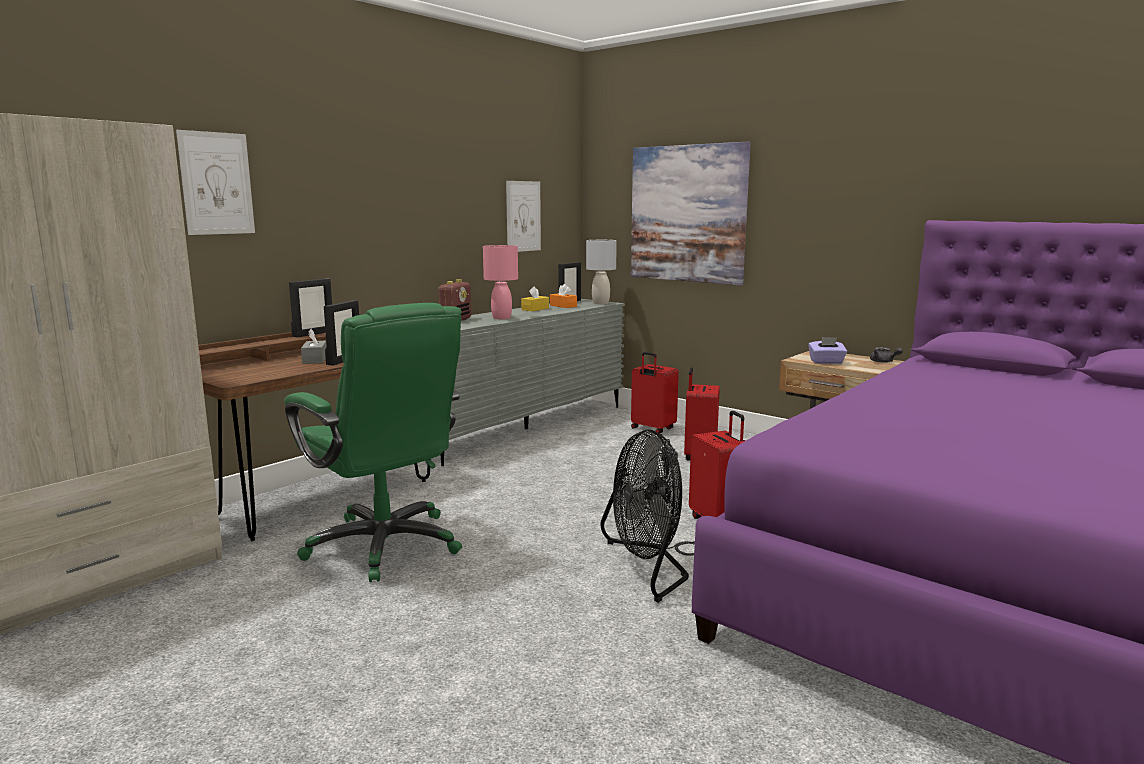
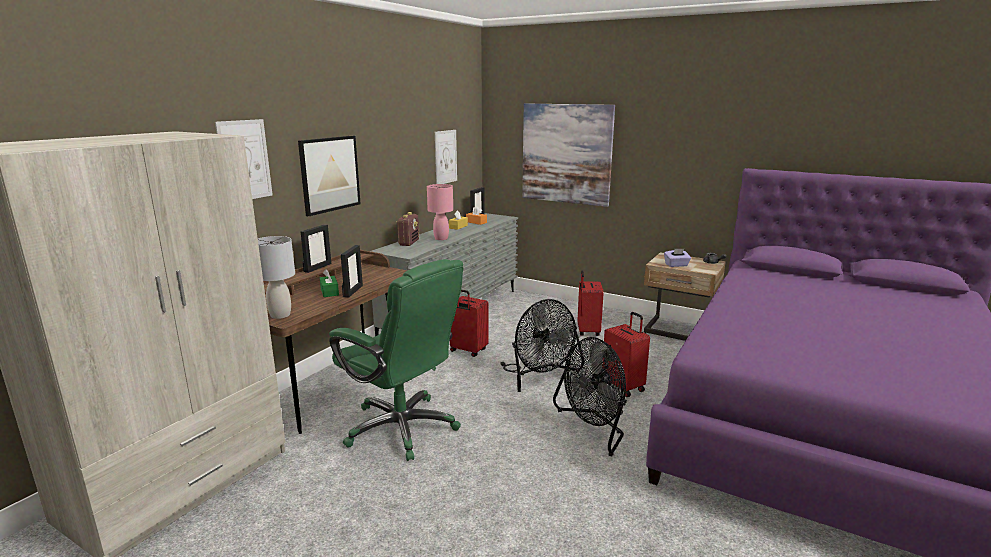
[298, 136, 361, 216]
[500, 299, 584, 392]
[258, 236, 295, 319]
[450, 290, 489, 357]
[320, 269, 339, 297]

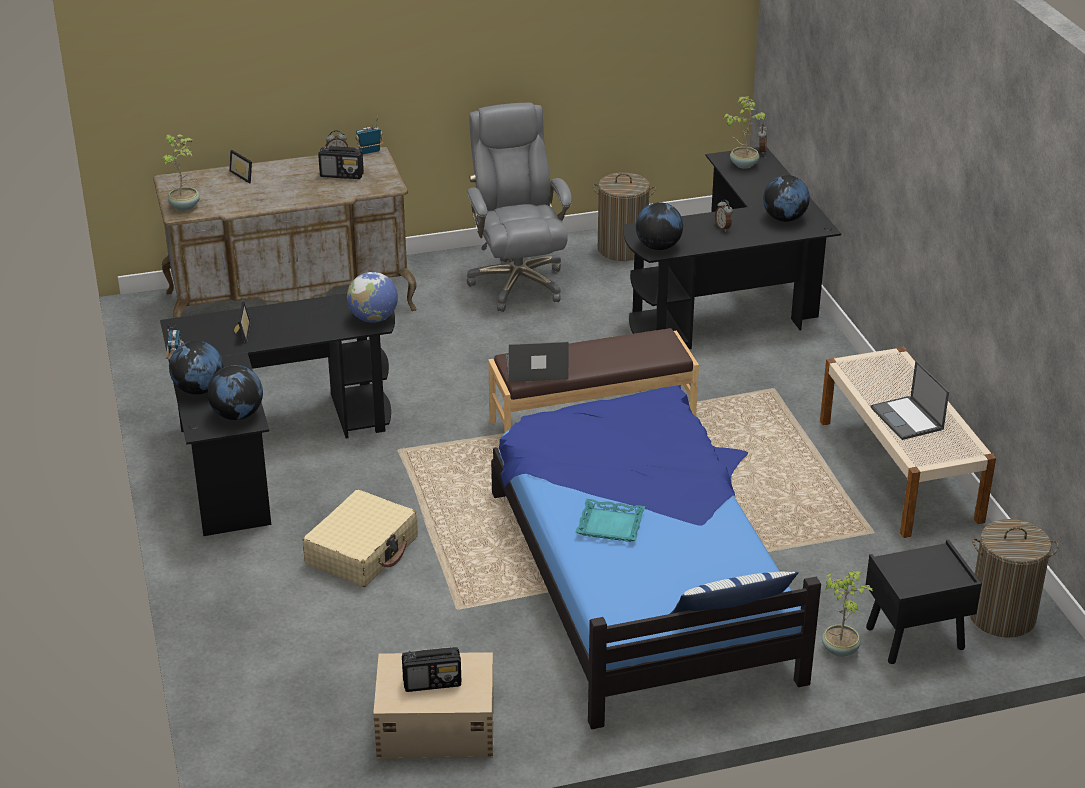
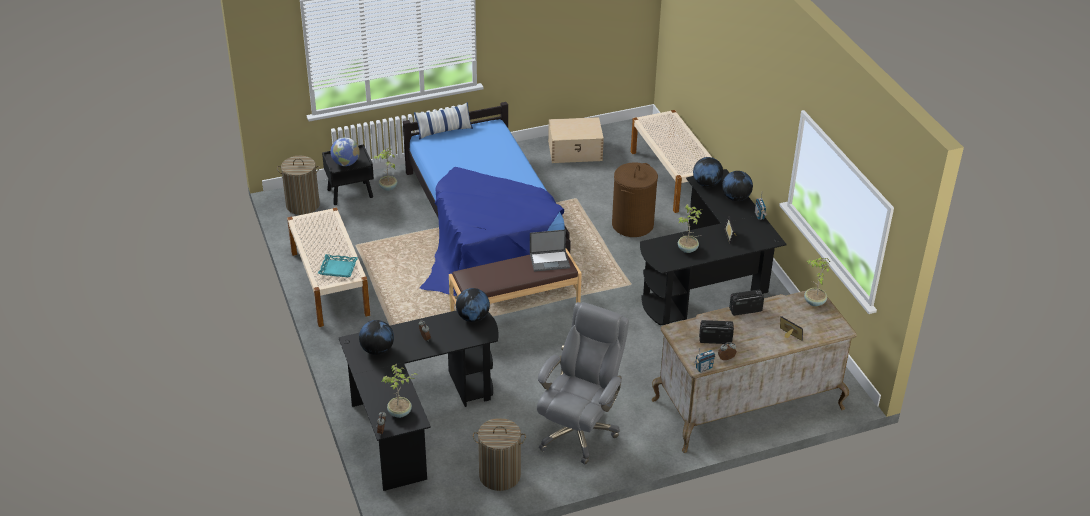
[870, 361, 949, 440] (first image)
[631, 110, 712, 213]
[678, 204, 702, 253]
[331, 137, 360, 166]
[729, 290, 764, 316]
[318, 254, 358, 277]
[612, 162, 658, 237]
[537, 302, 629, 465]

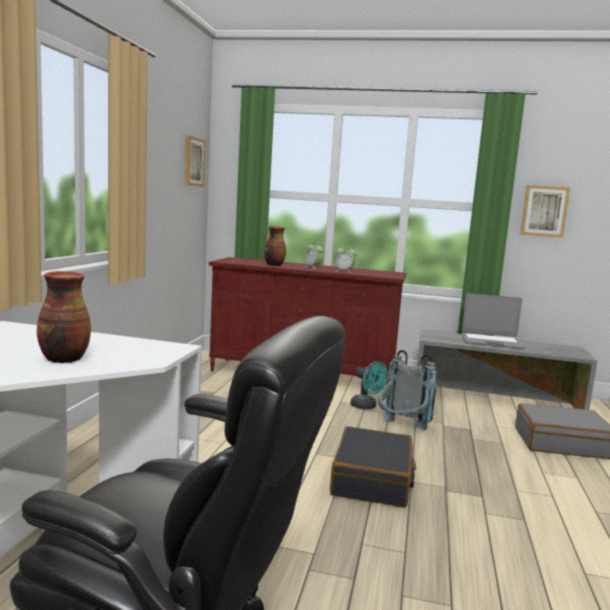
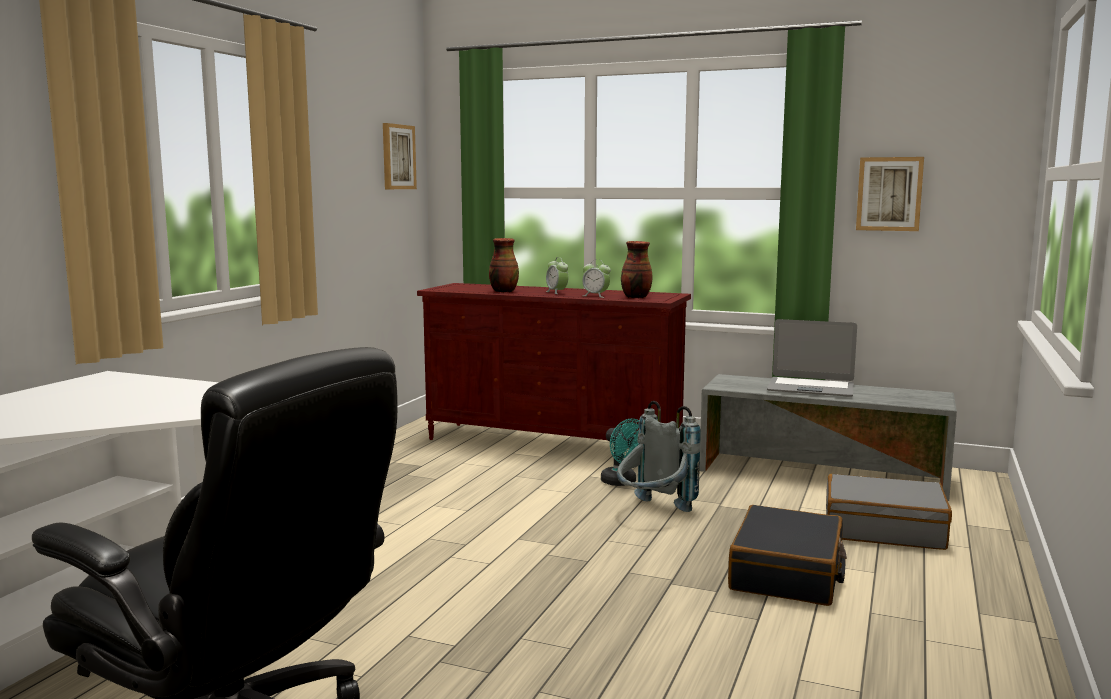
[621, 241, 652, 298]
[728, 505, 847, 606]

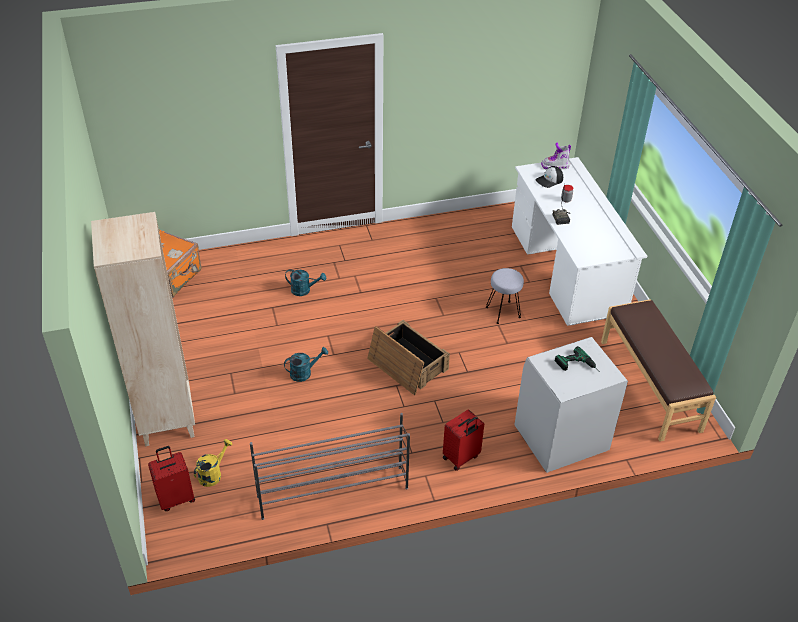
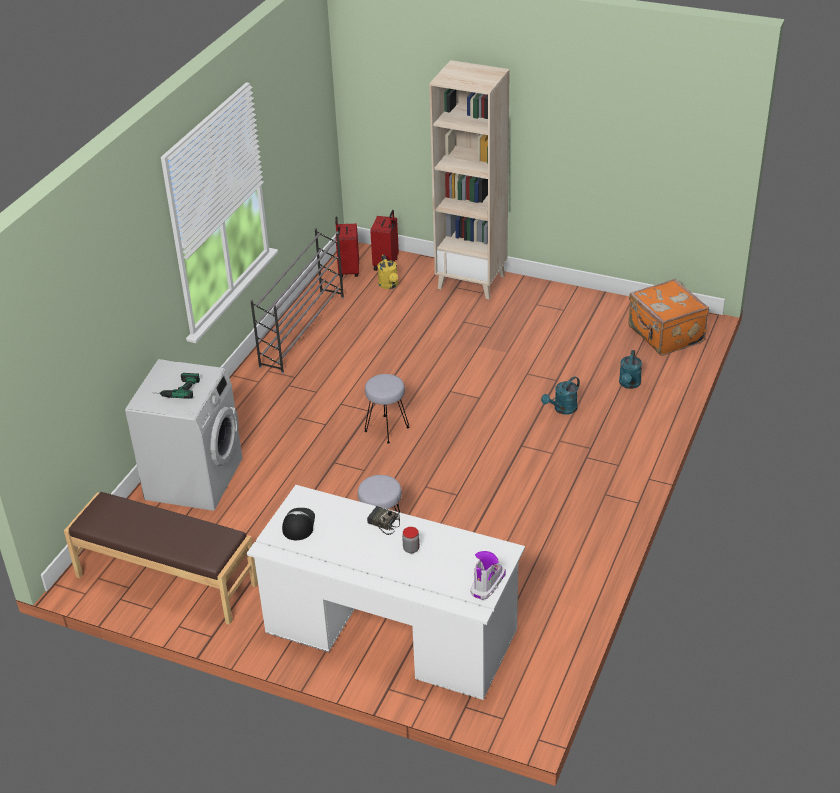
[619, 350, 642, 389]
[335, 216, 359, 277]
[282, 508, 315, 540]
[364, 374, 409, 444]

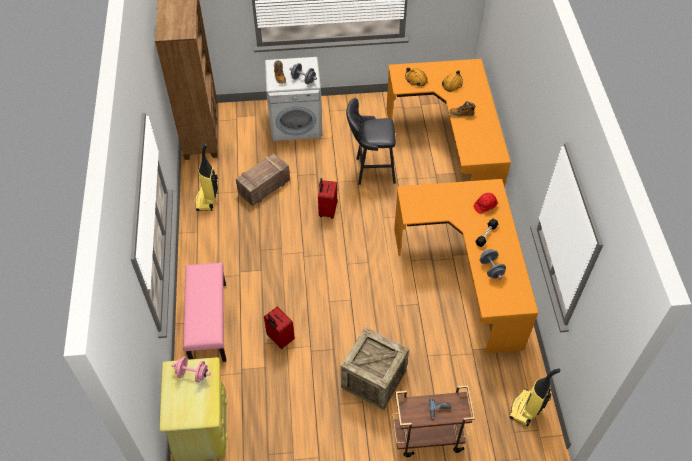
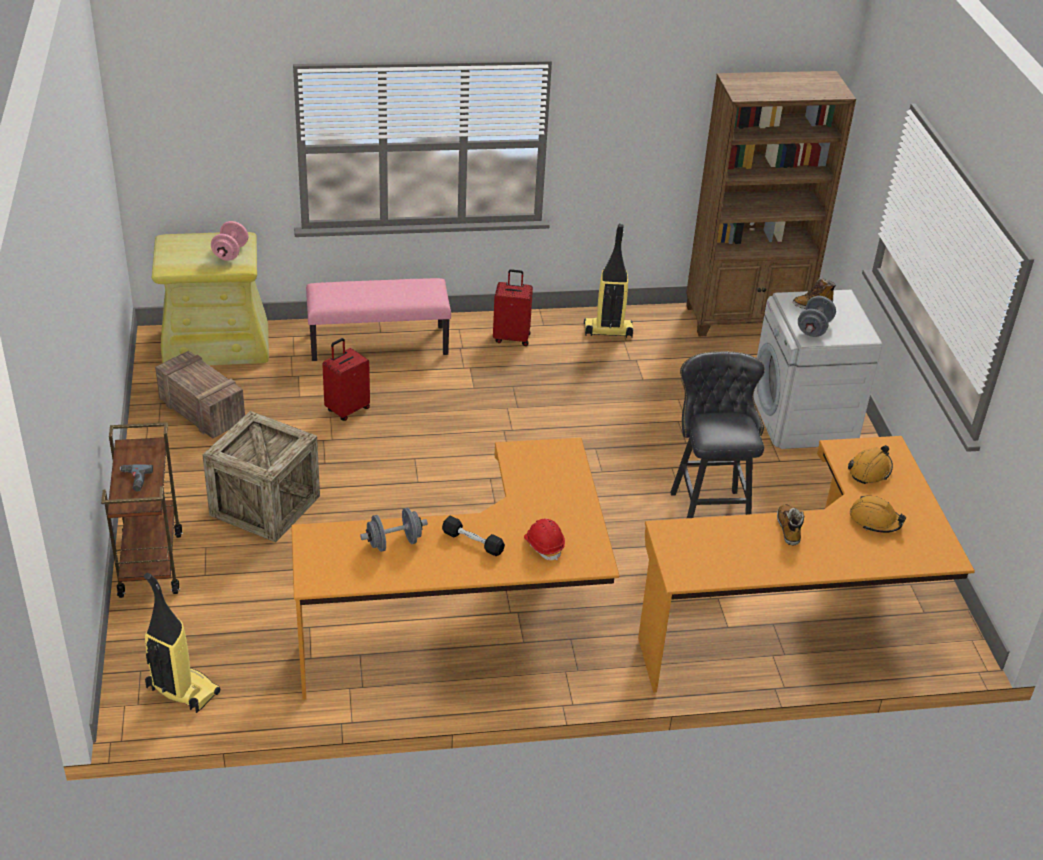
[155, 351, 245, 439]
[493, 269, 533, 346]

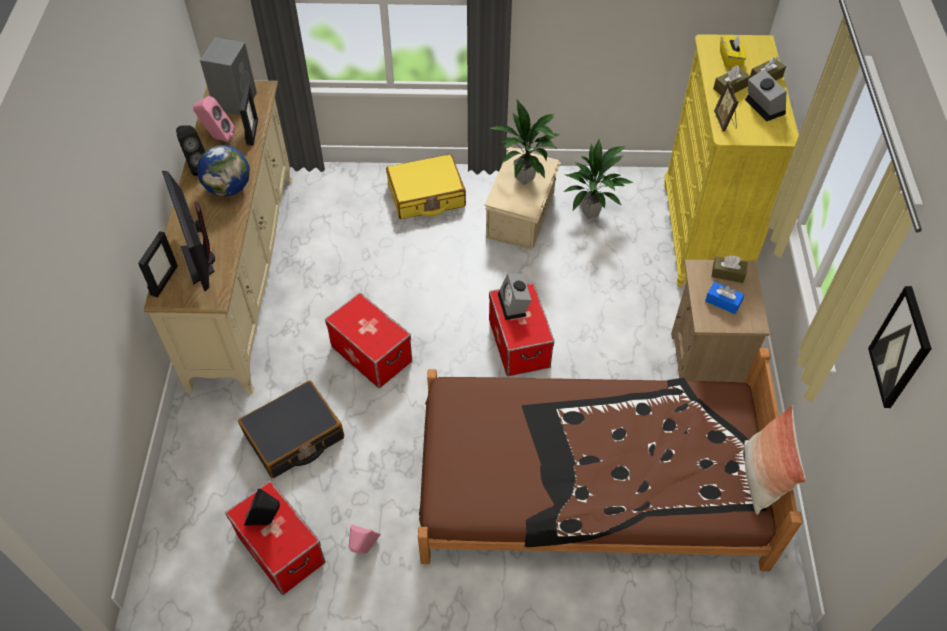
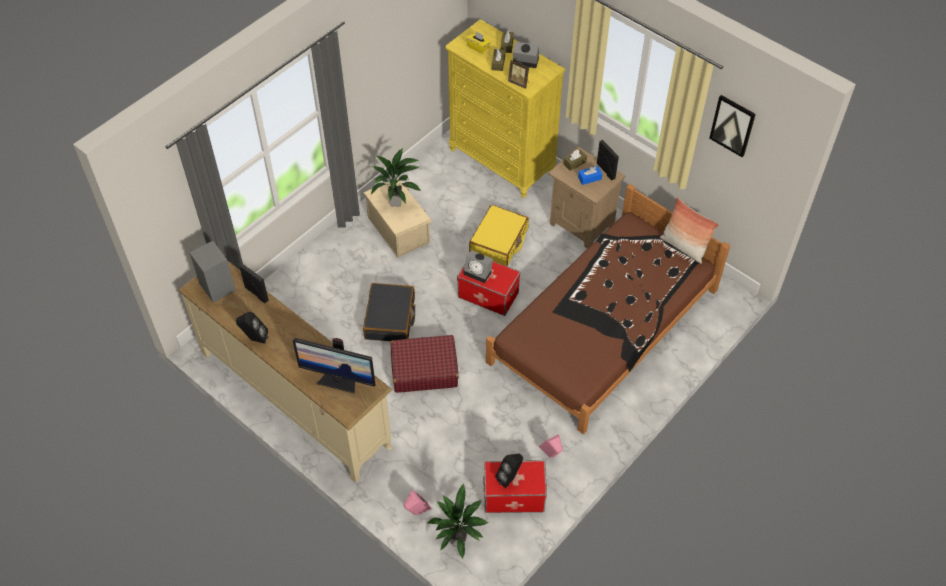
[197, 145, 250, 196] (first image)
[597, 140, 619, 181]
[404, 491, 432, 515]
[363, 283, 415, 341]
[469, 205, 529, 266]
[427, 483, 488, 560]
[390, 335, 458, 393]

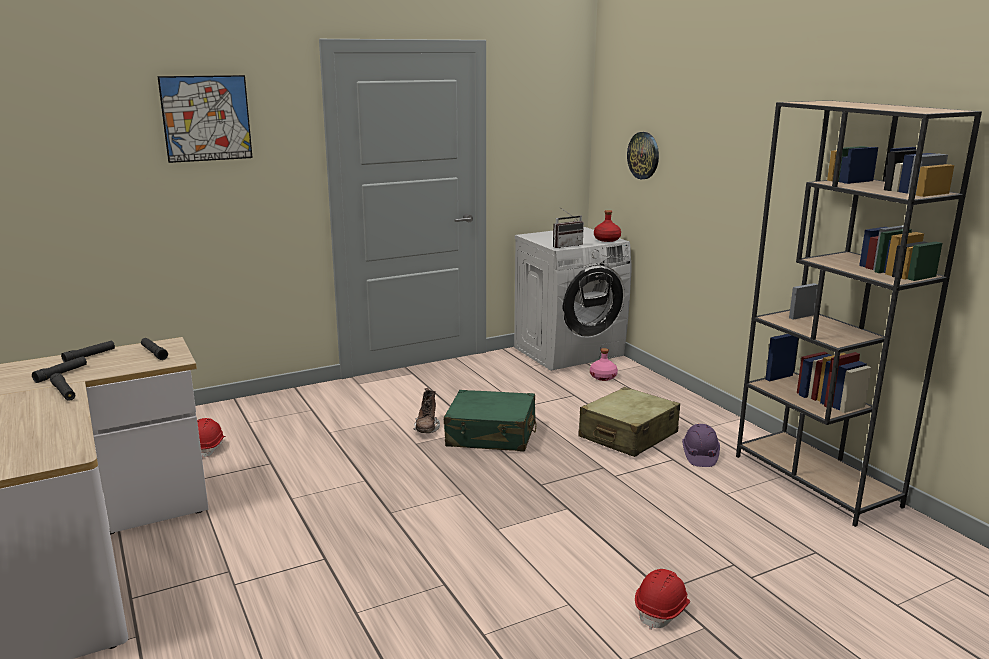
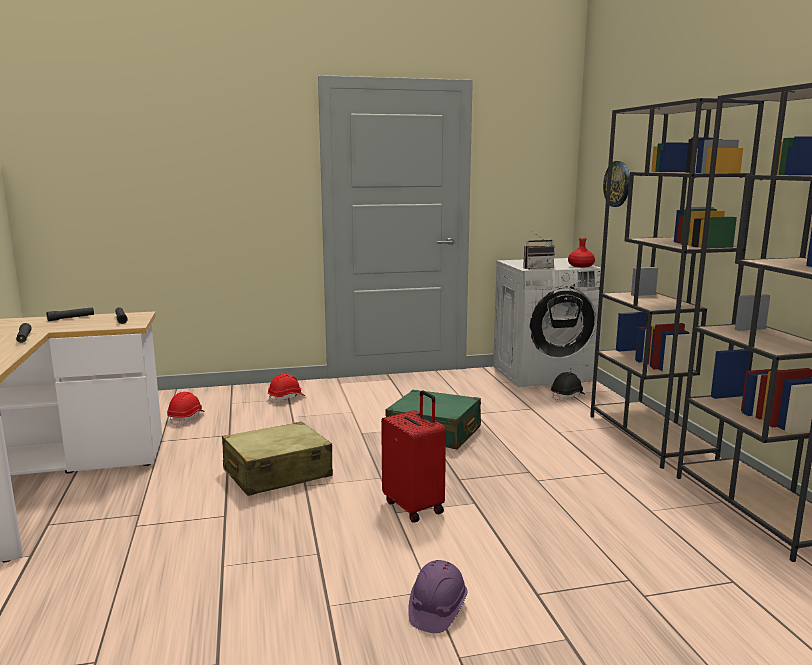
[32, 356, 87, 383] (first image)
[157, 75, 253, 163] (first image)
[414, 388, 440, 433] (first image)
[381, 391, 446, 523]
[590, 98, 764, 469]
[222, 422, 333, 496]
[268, 374, 305, 403]
[408, 560, 468, 633]
[551, 372, 585, 401]

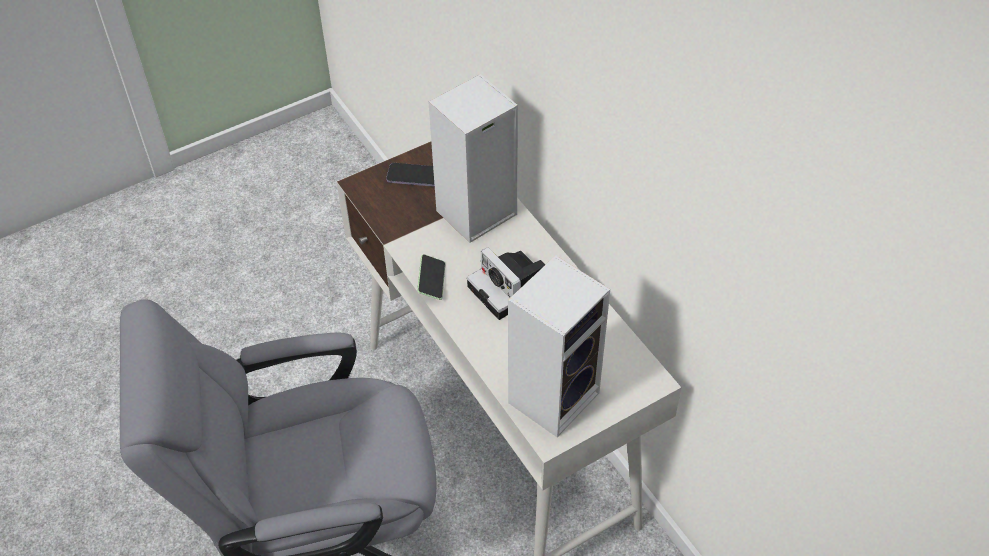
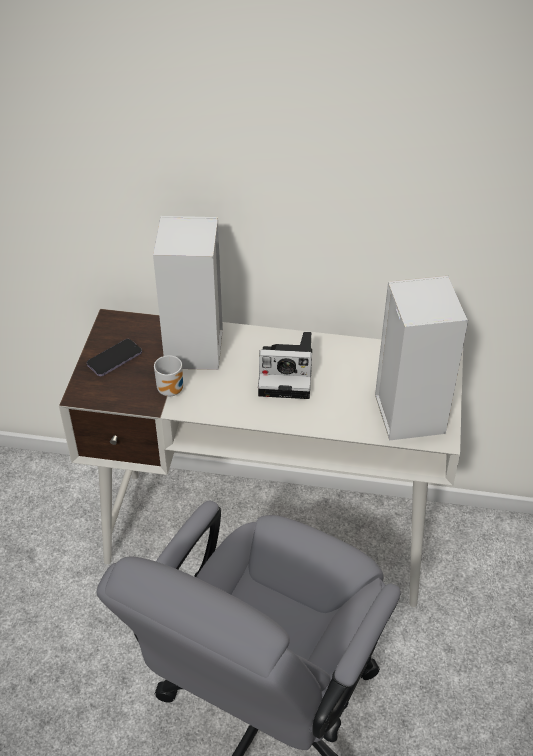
[417, 254, 445, 300] (first image)
[154, 355, 183, 396]

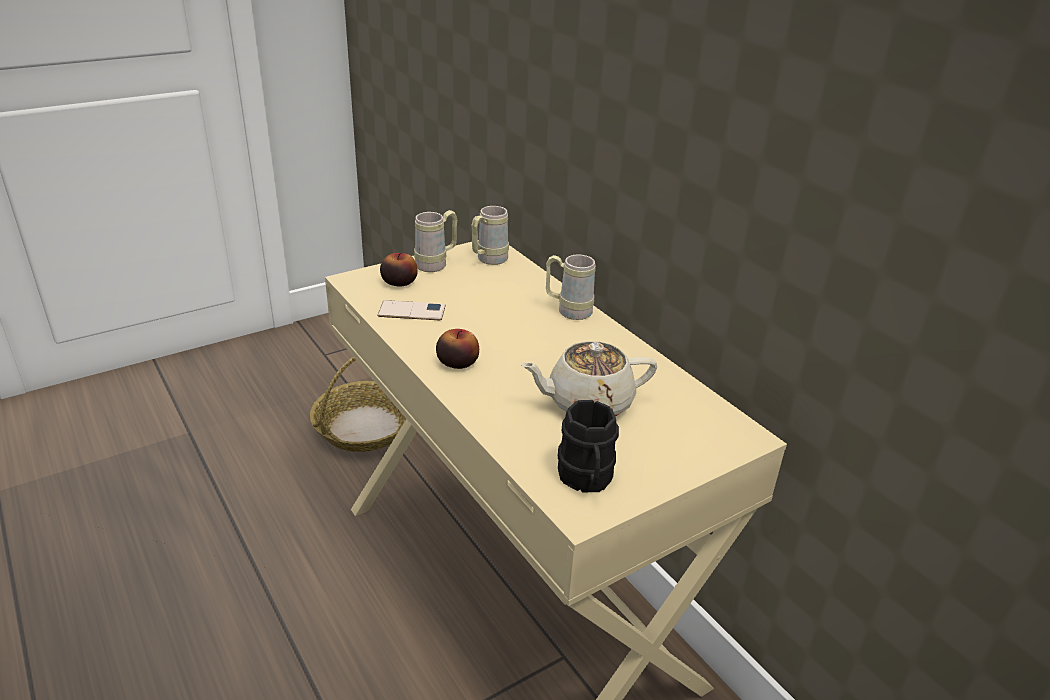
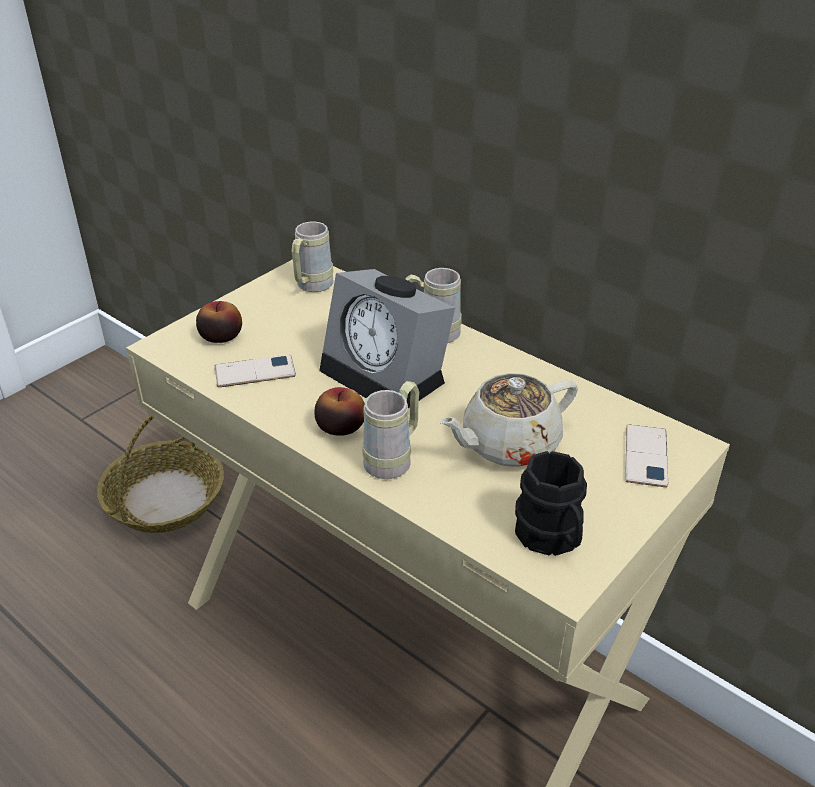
[319, 269, 455, 408]
[625, 424, 668, 487]
[362, 381, 419, 479]

